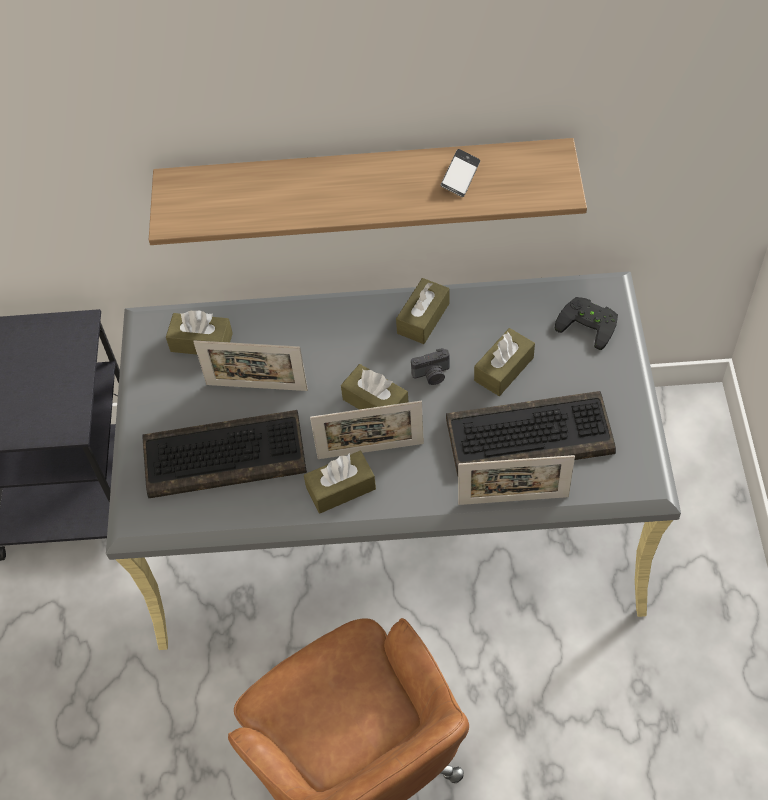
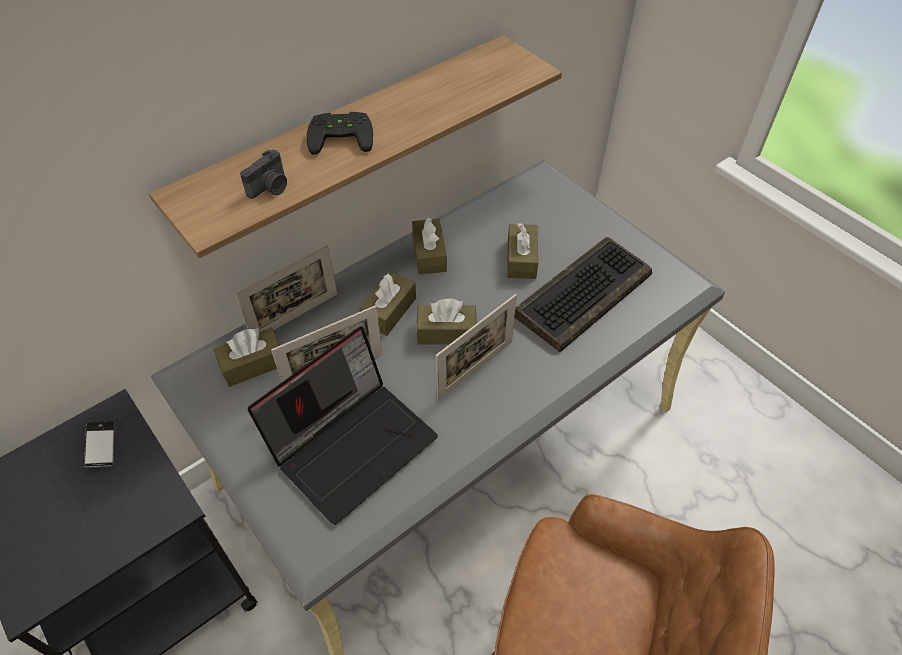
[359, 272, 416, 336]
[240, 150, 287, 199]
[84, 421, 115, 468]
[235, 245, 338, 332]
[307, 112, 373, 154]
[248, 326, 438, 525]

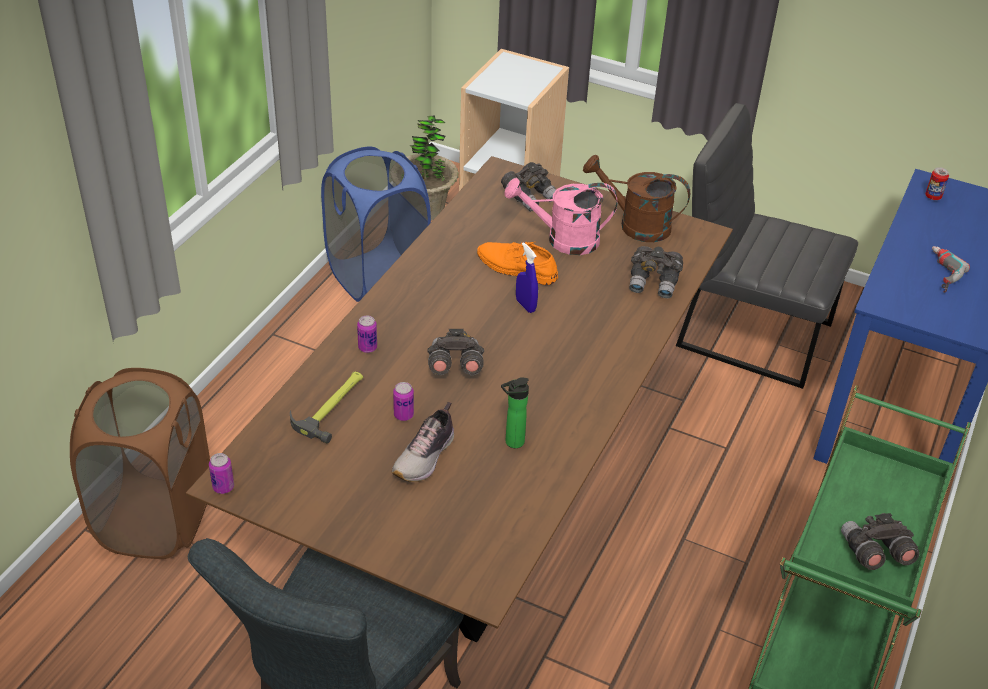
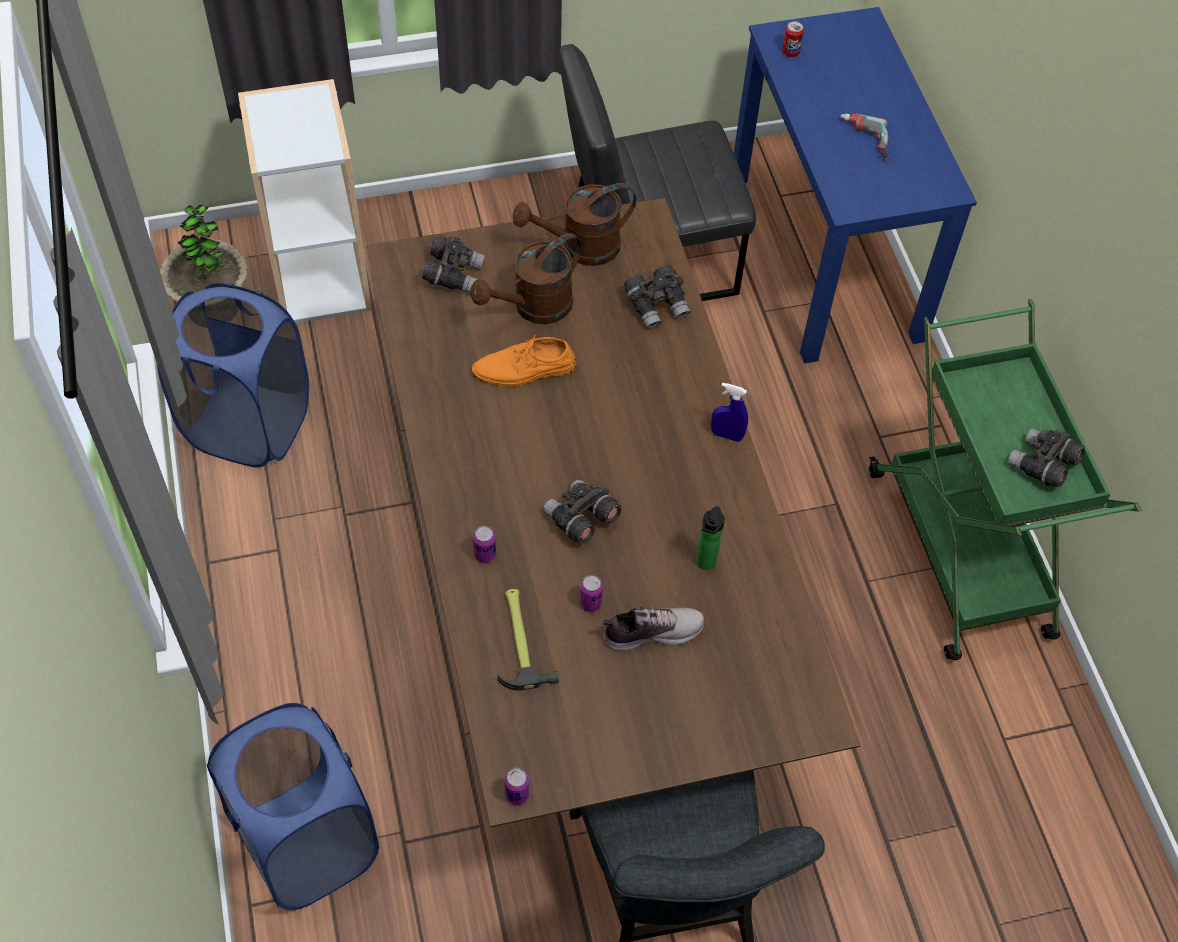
[711, 383, 748, 442]
[207, 703, 379, 910]
[470, 233, 582, 324]
[603, 607, 705, 651]

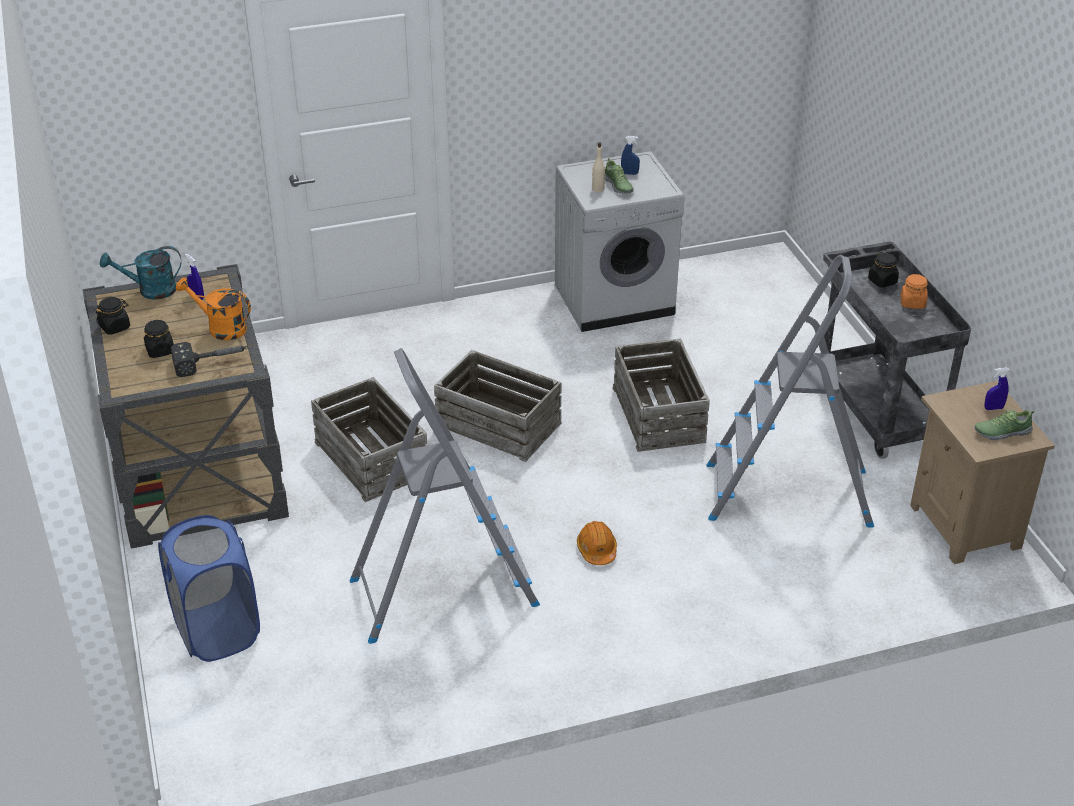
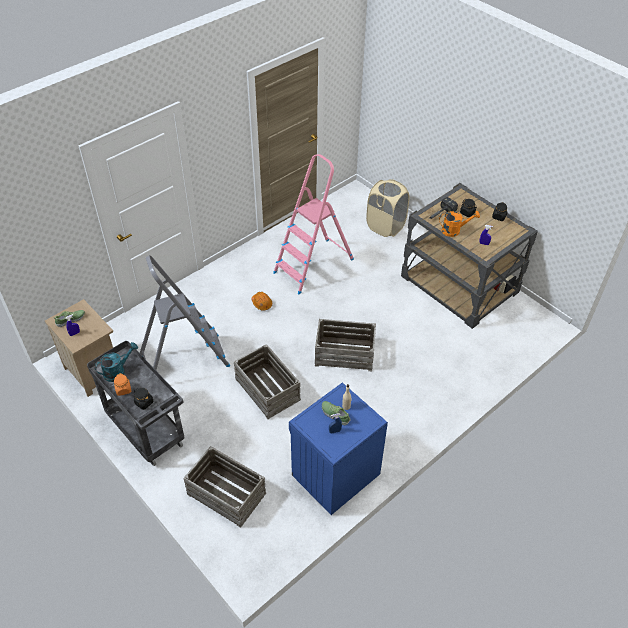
[95, 342, 138, 382]
[183, 446, 266, 528]
[366, 179, 410, 237]
[273, 154, 354, 294]
[289, 382, 388, 515]

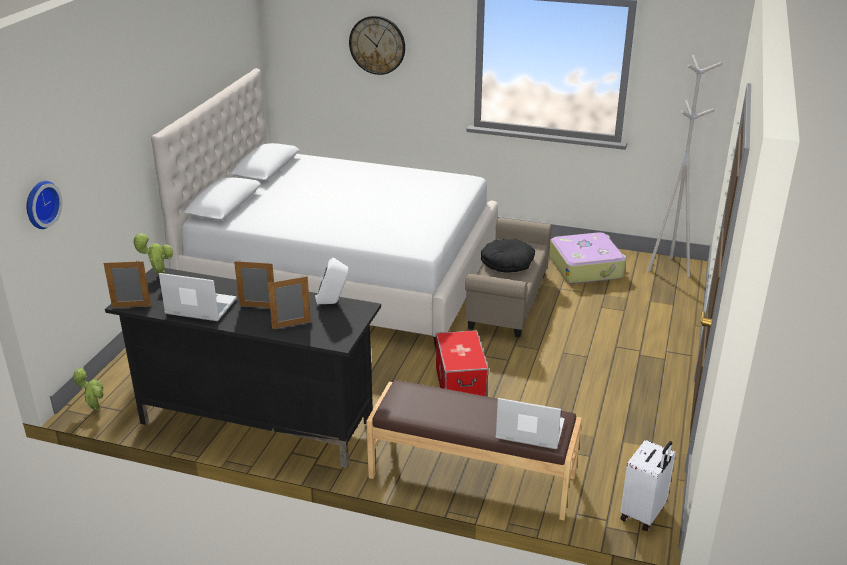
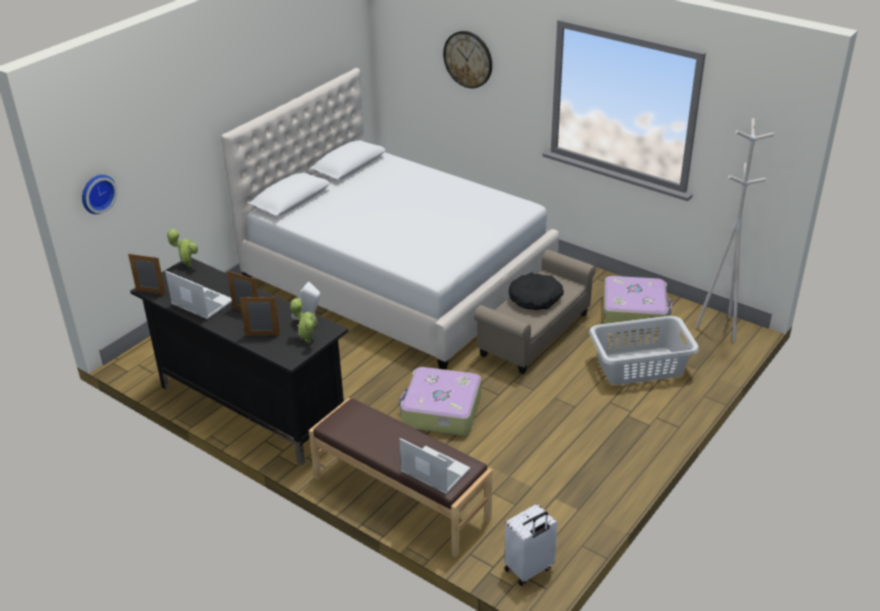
[589, 316, 699, 385]
[290, 298, 318, 343]
[399, 367, 481, 435]

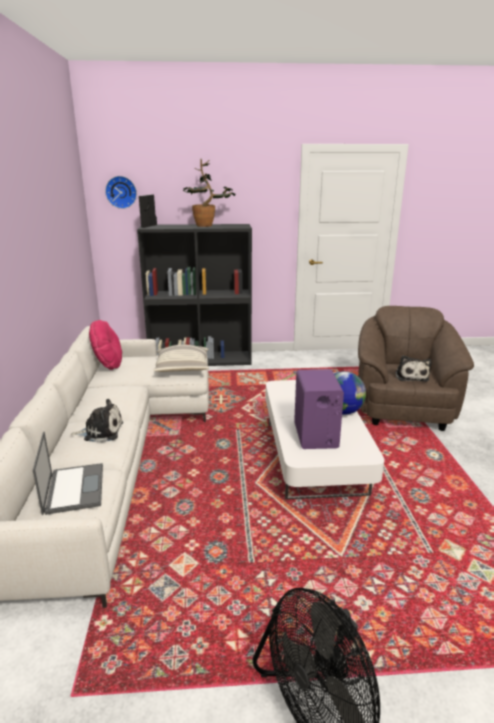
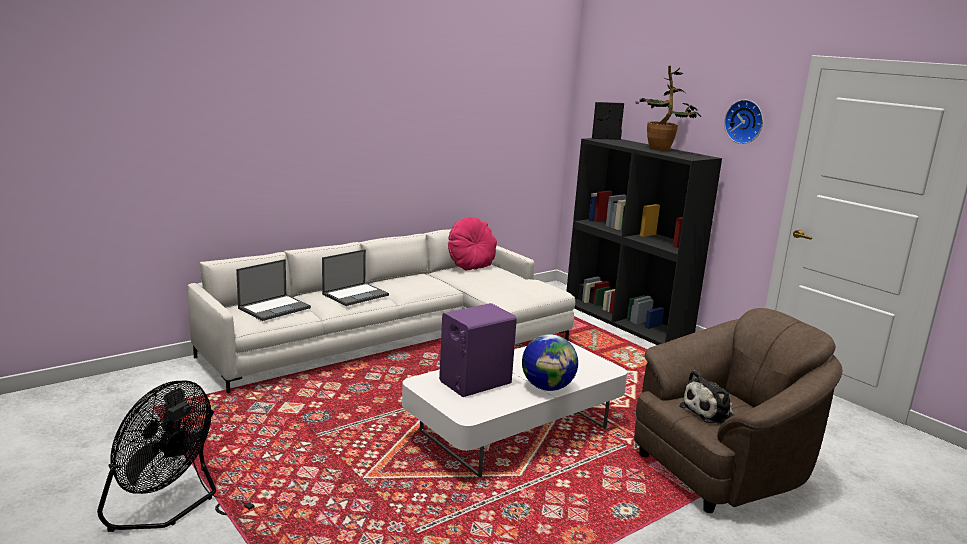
[153, 344, 209, 372] (first image)
[724, 100, 763, 144]
[322, 249, 389, 306]

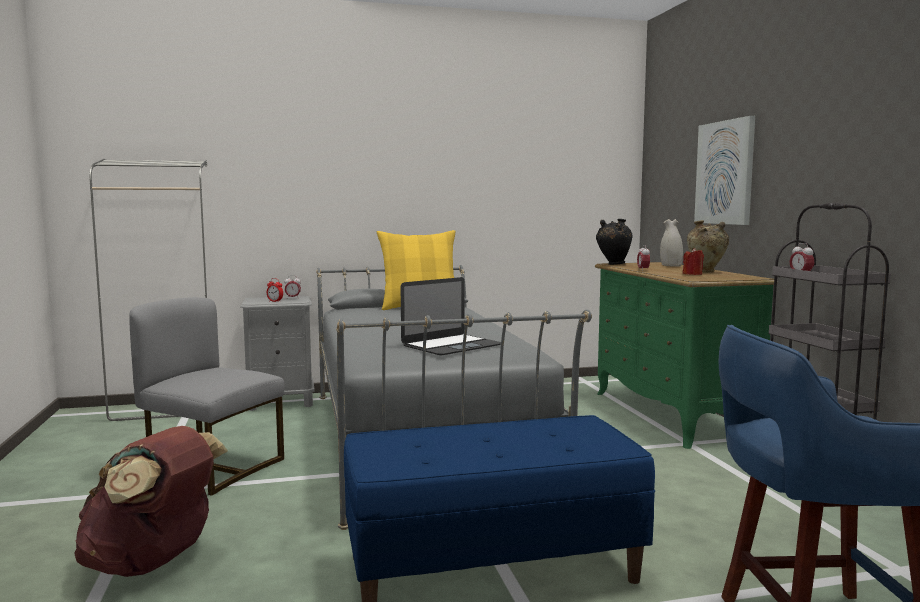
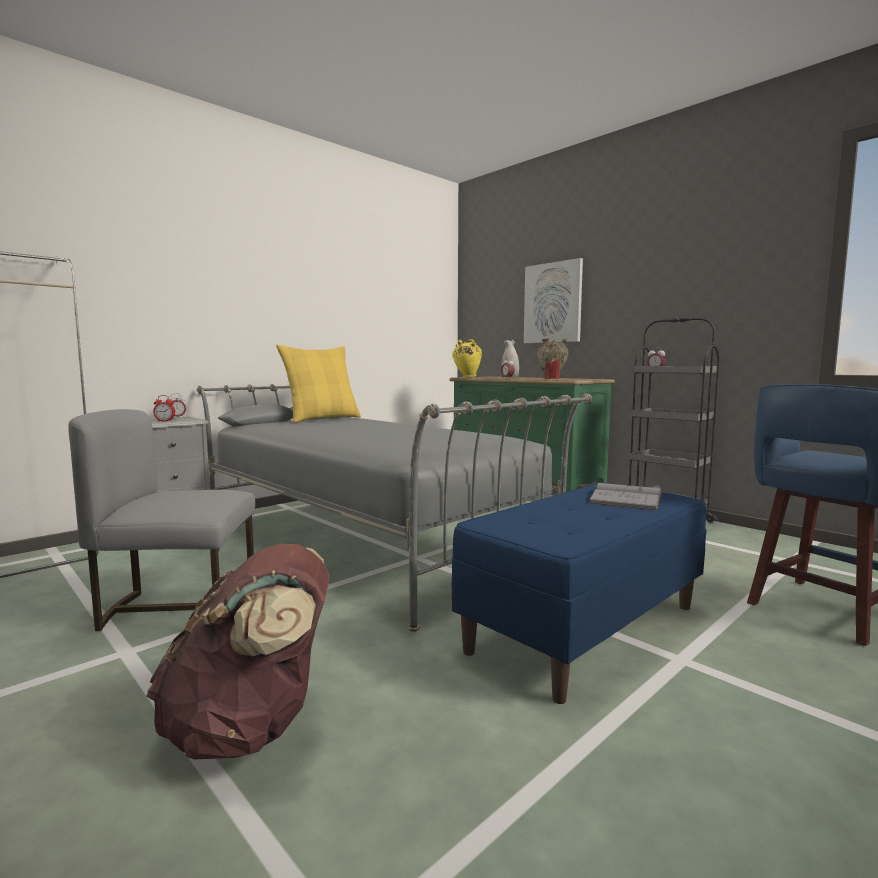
[401, 277, 501, 355] (first image)
[588, 483, 662, 510]
[452, 339, 482, 378]

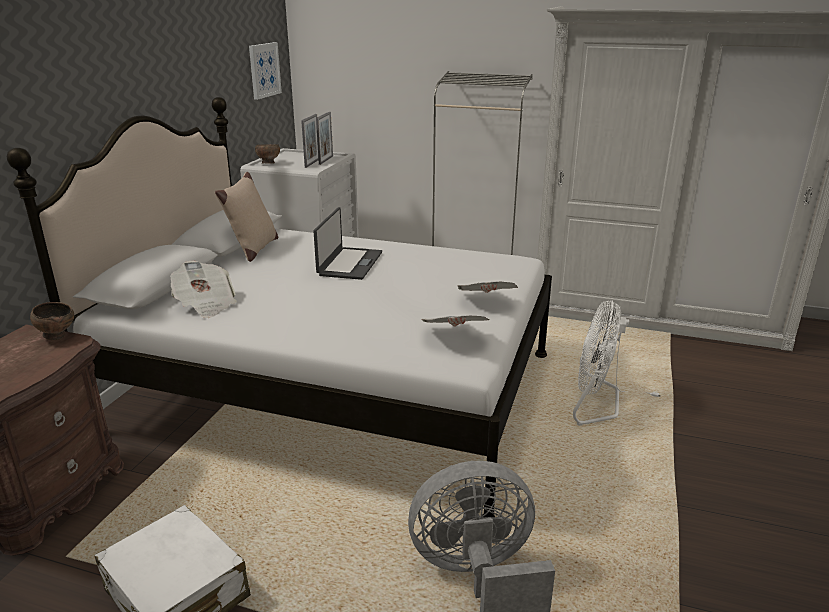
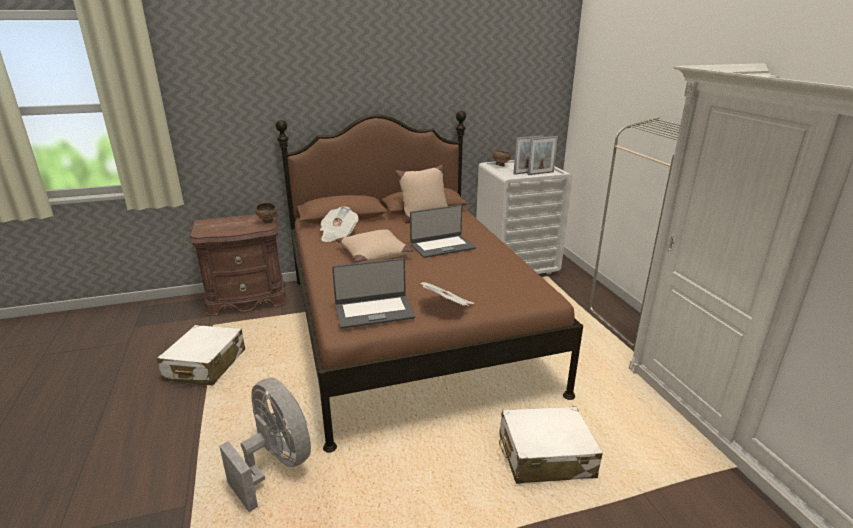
[249, 42, 282, 100] (first image)
[335, 229, 413, 263]
[332, 258, 415, 329]
[499, 406, 603, 484]
[275, 111, 583, 453]

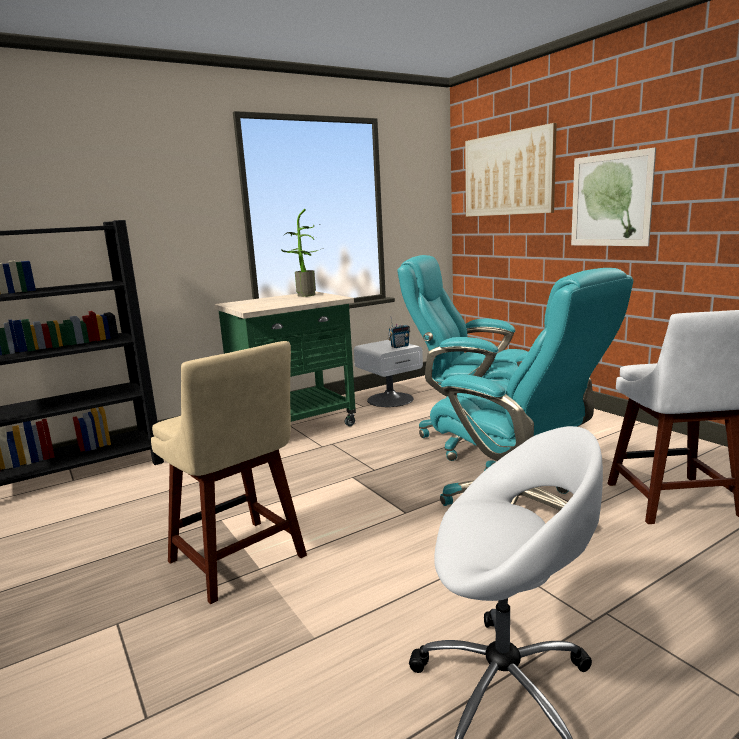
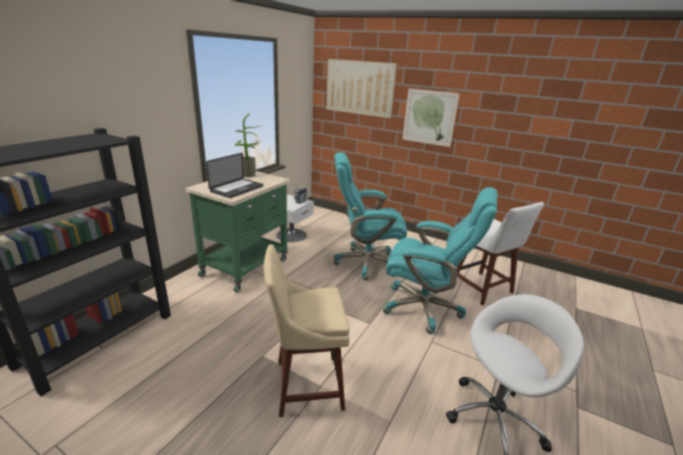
[206, 153, 263, 198]
[264, 244, 349, 417]

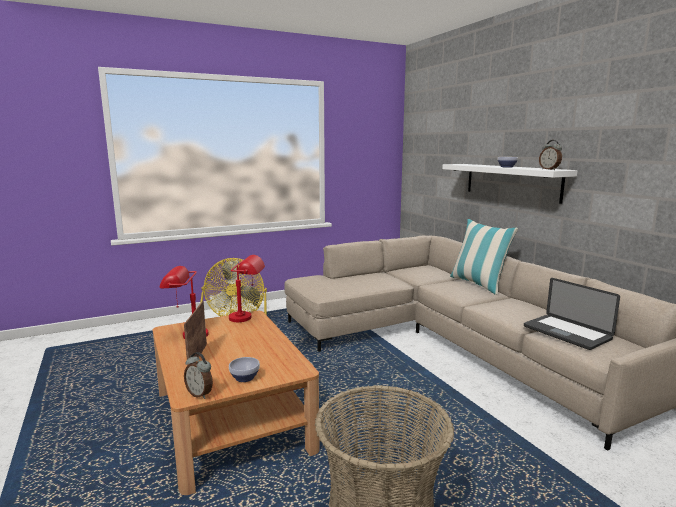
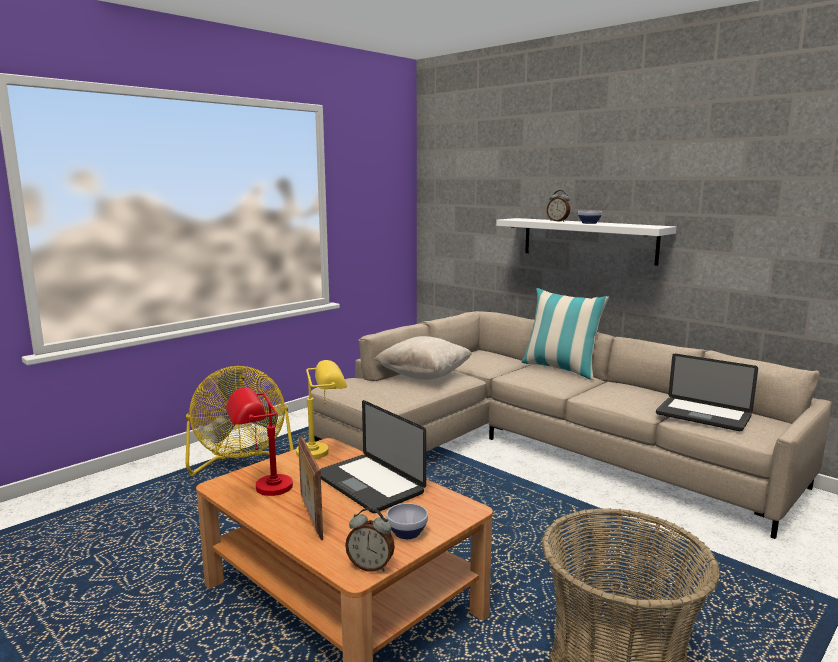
[320, 400, 426, 513]
[374, 336, 472, 380]
[547, 190, 570, 222]
[296, 360, 347, 459]

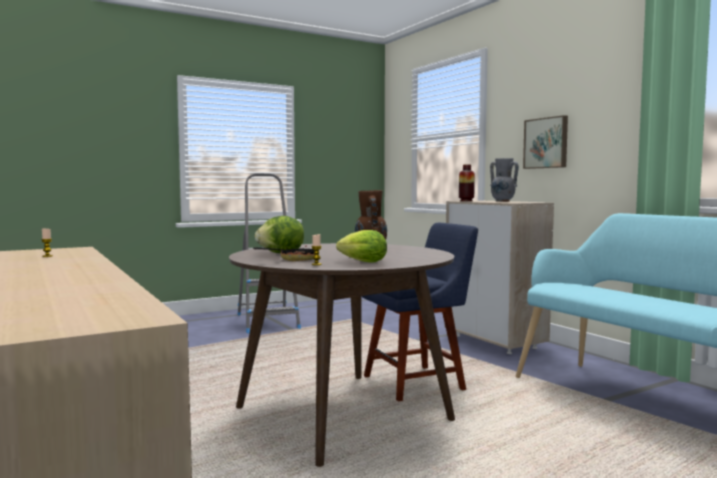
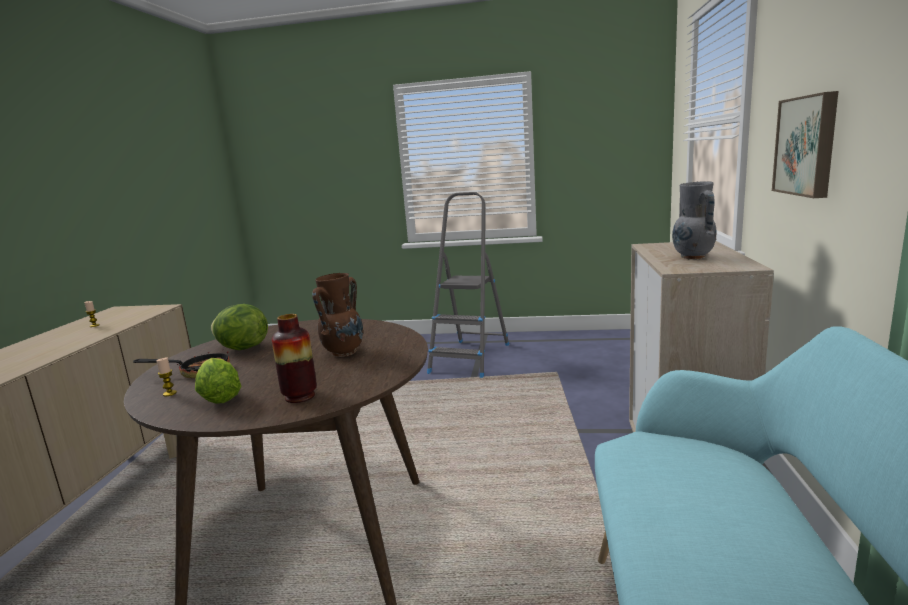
[362, 223, 478, 402] (first image)
[272, 314, 317, 403]

